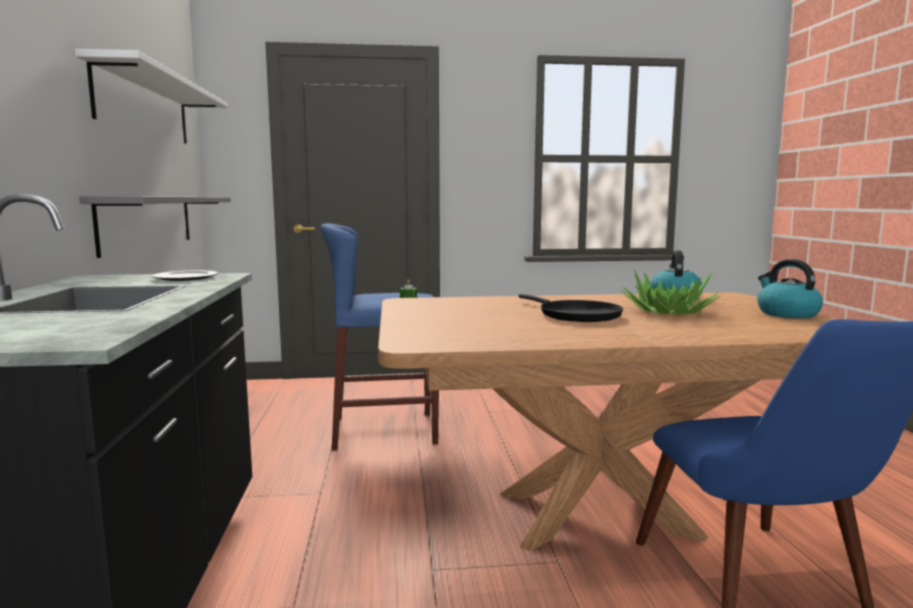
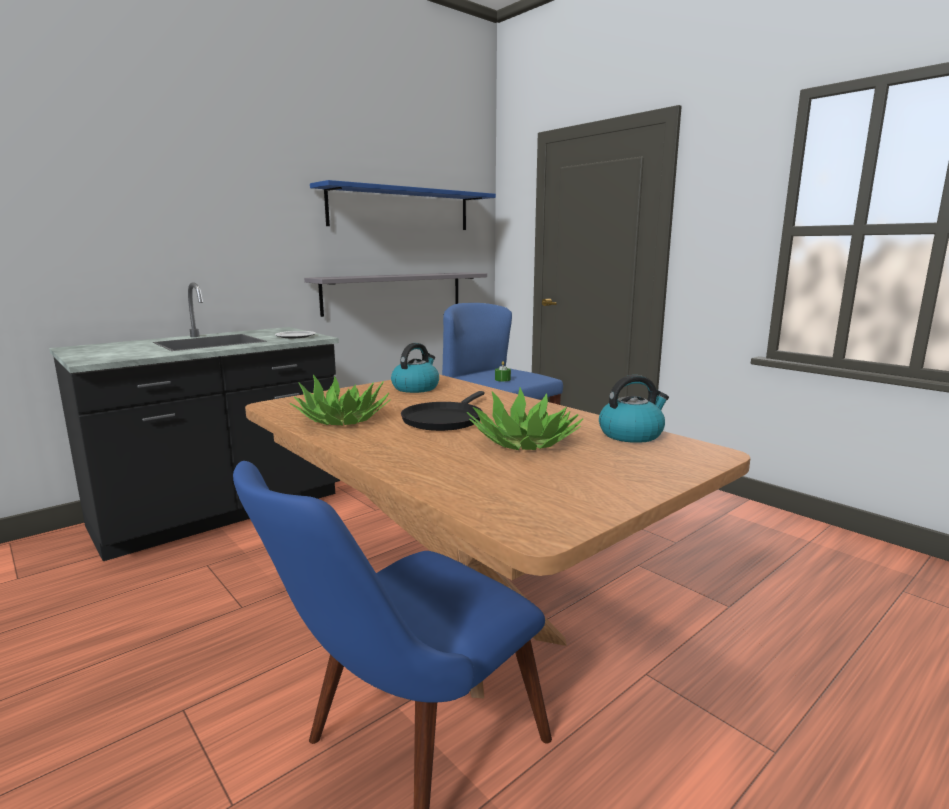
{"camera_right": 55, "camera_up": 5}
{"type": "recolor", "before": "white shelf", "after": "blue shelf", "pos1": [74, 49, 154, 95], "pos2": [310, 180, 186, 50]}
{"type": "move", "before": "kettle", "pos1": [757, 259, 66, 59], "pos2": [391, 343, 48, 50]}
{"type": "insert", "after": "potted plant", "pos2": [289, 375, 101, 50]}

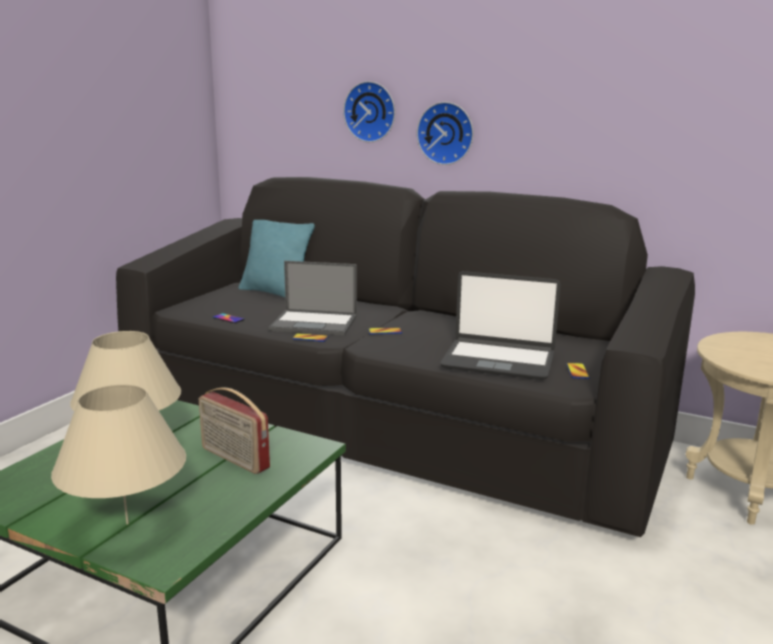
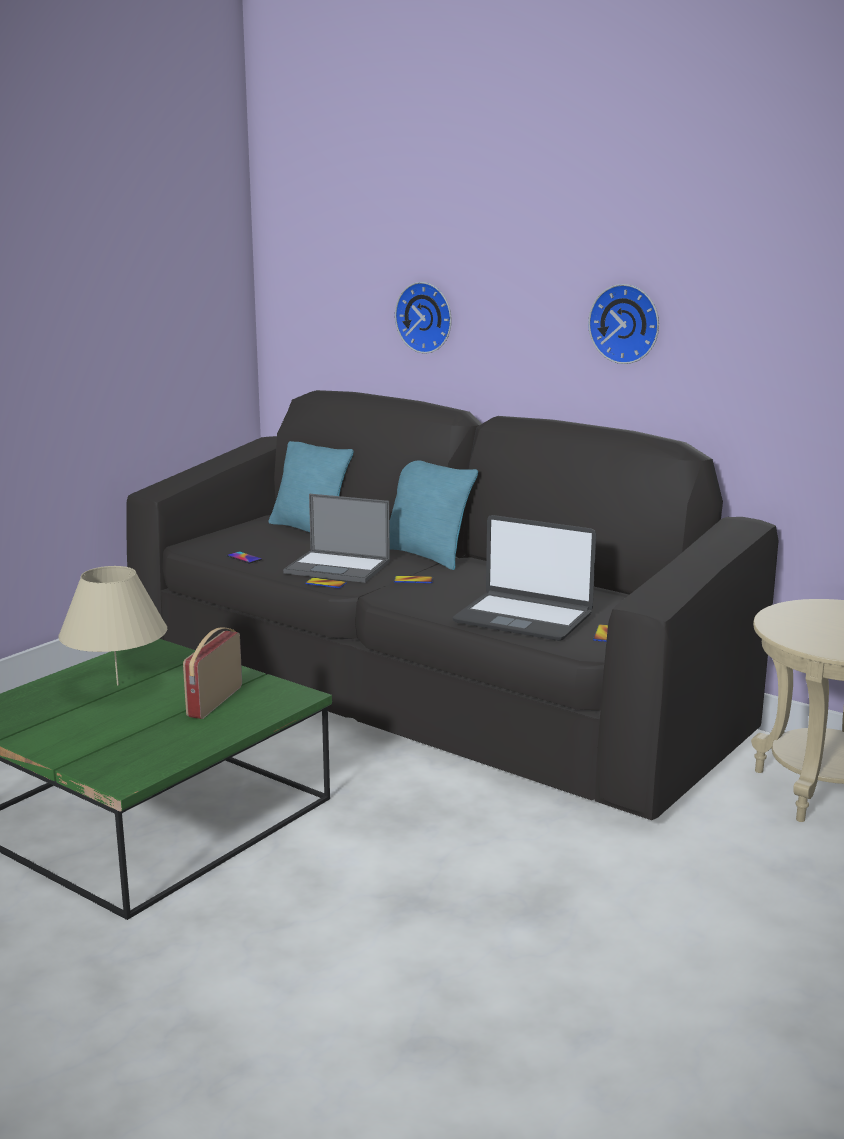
{"camera_right": 10, "camera_up": 0}
{"type": "delete", "before": "beige table lamp", "pos1": [51, 384, 135, 141]}
{"type": "rotate", "before": "radio", "pos1": [199, 387, 71, 87], "pos2": [183, 627, 59, 92], "turn": 60}
{"type": "move", "before": "wall clock", "pos1": [417, 102, 56, 63], "pos2": [588, 284, 71, 80]}
{"type": "insert", "after": "turquoise pillow", "pos2": [389, 461, 89, 109]}

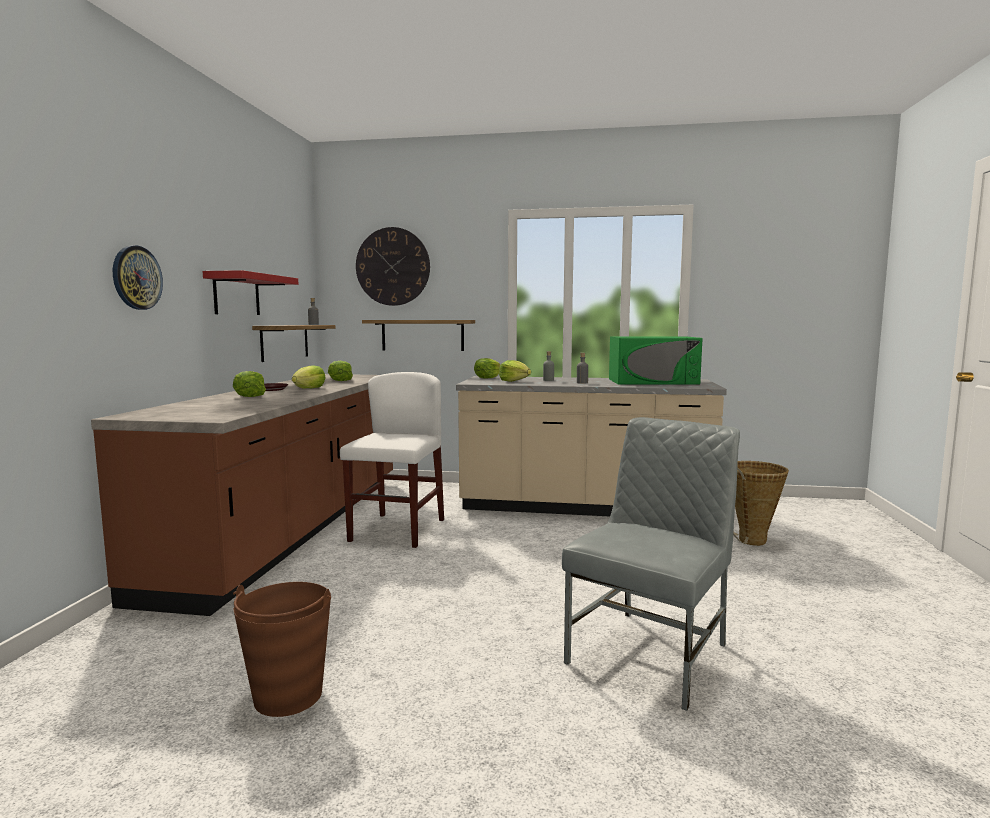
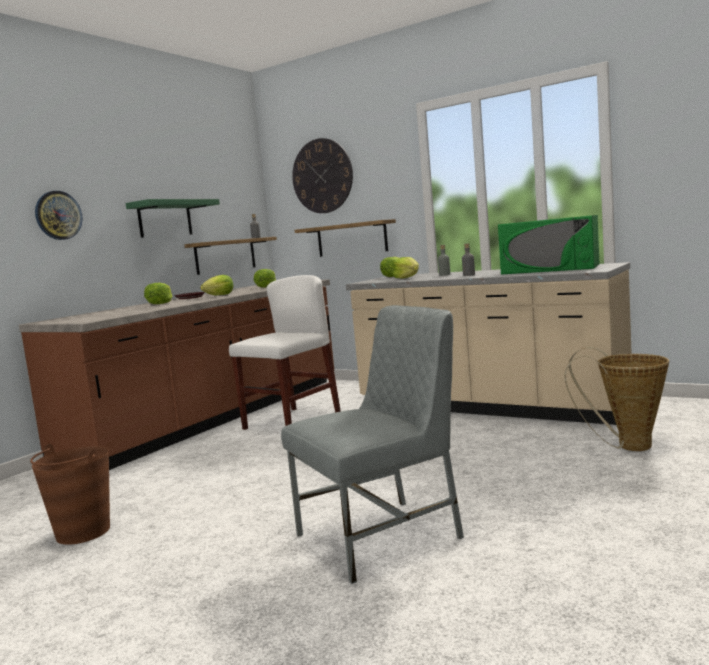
{"camera_right": 25, "camera_up": 0}
{"type": "recolor", "before": "red shelf", "after": "green shelf", "pos1": [203, 270, 95, 45], "pos2": [125, 199, 95, 39]}

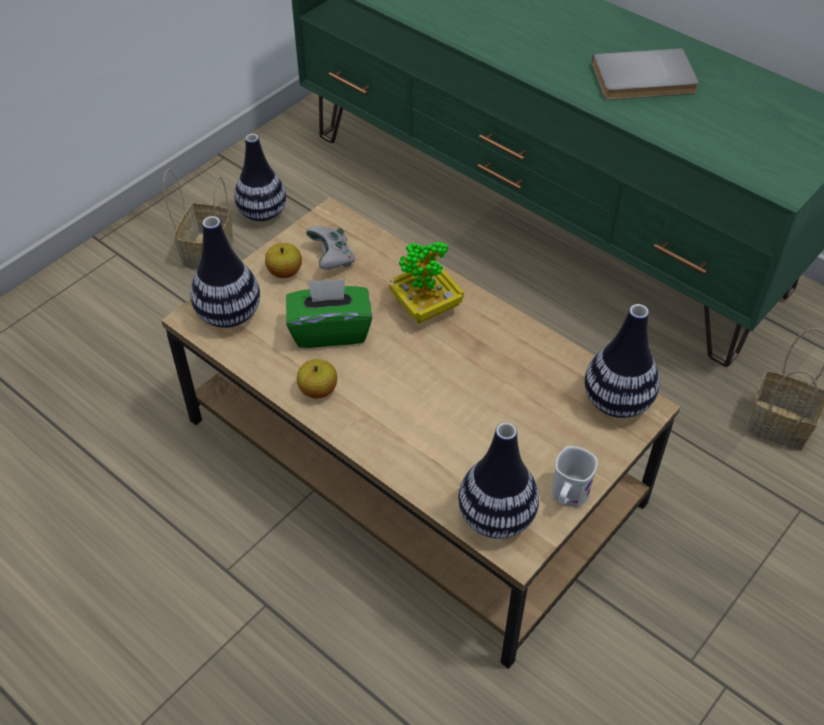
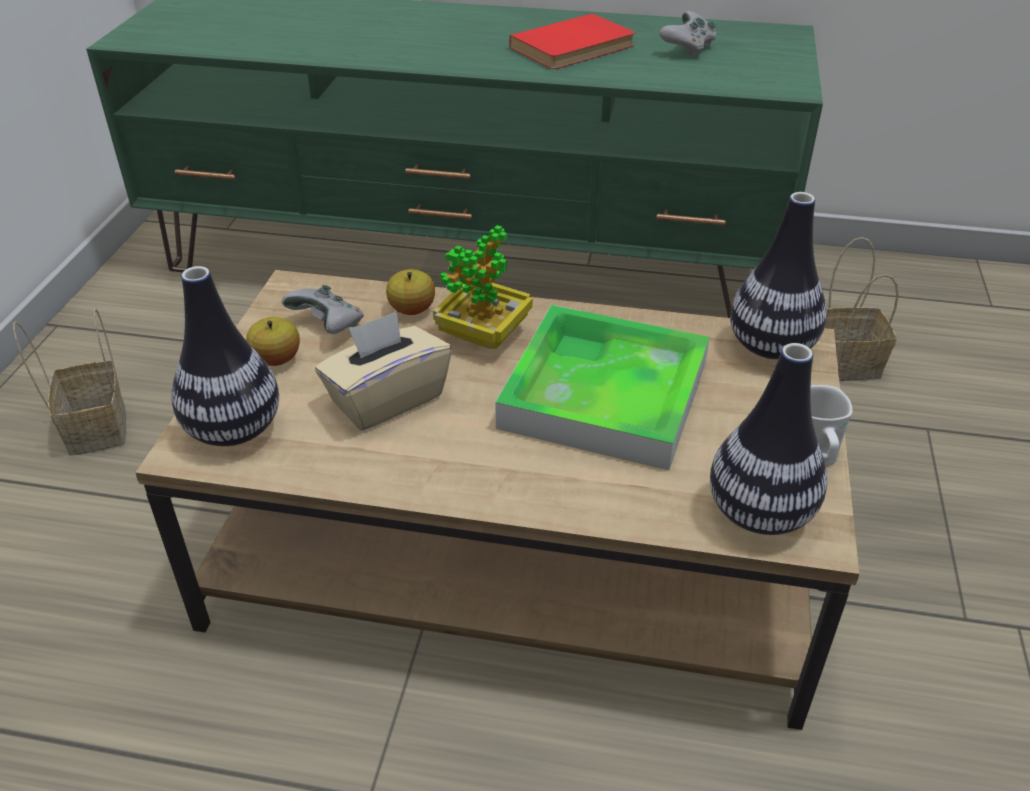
{"camera_right": -30, "camera_up": -10}
{"type": "delete", "before": "vase", "pos1": [234, 134, 52, 87]}
{"type": "recolor", "before": "green tissue box", "after": "beige tissue box", "pos1": [286, 279, 87, 69], "pos2": [315, 311, 137, 120]}
{"type": "move", "before": "apple", "pos1": [297, 359, 40, 40], "pos2": [386, 269, 49, 46]}
{"type": "recolor", "before": "grey book", "after": "red book", "pos1": [592, 48, 107, 52], "pos2": [509, 14, 126, 55]}
{"type": "insert", "after": "tray", "pos2": [495, 305, 215, 165]}
{"type": "insert", "after": "grey game controller", "pos2": [659, 11, 58, 46]}

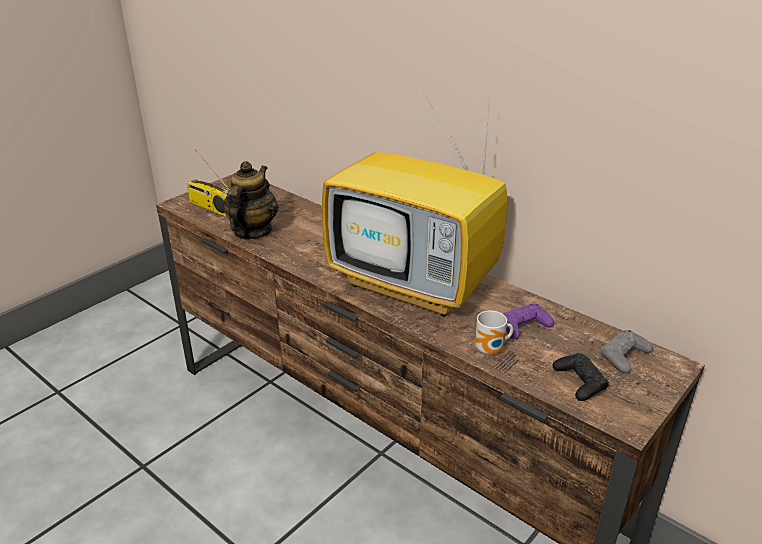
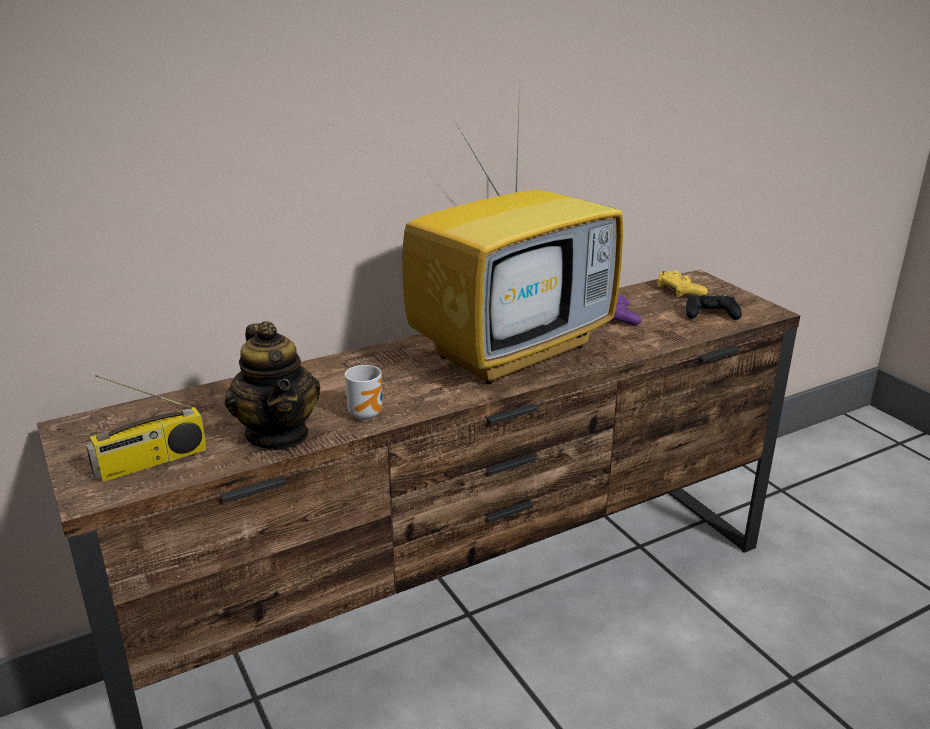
{"camera_right": -70, "camera_up": -5}
{"type": "rotate", "before": "teapot", "pos1": [223, 161, 56, 78], "pos2": [225, 321, 95, 129], "turn": -150}
{"type": "move", "before": "mug", "pos1": [475, 310, 38, 45], "pos2": [345, 365, 37, 55]}
{"type": "recolor", "before": "grey game controller", "after": "yellow game controller", "pos1": [601, 330, 52, 43], "pos2": [658, 270, 50, 28]}

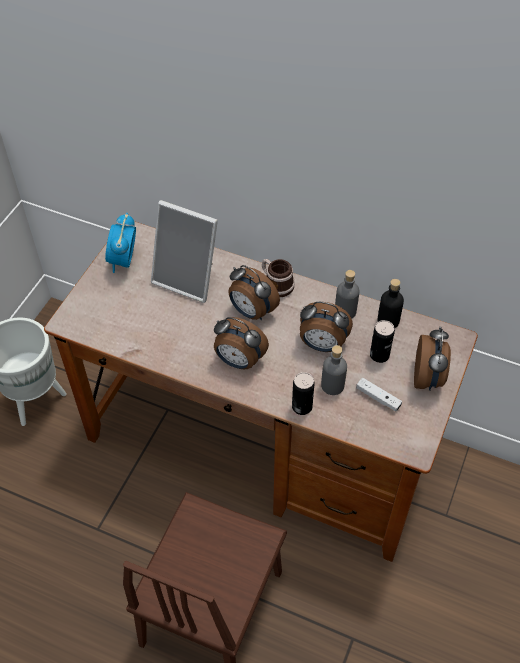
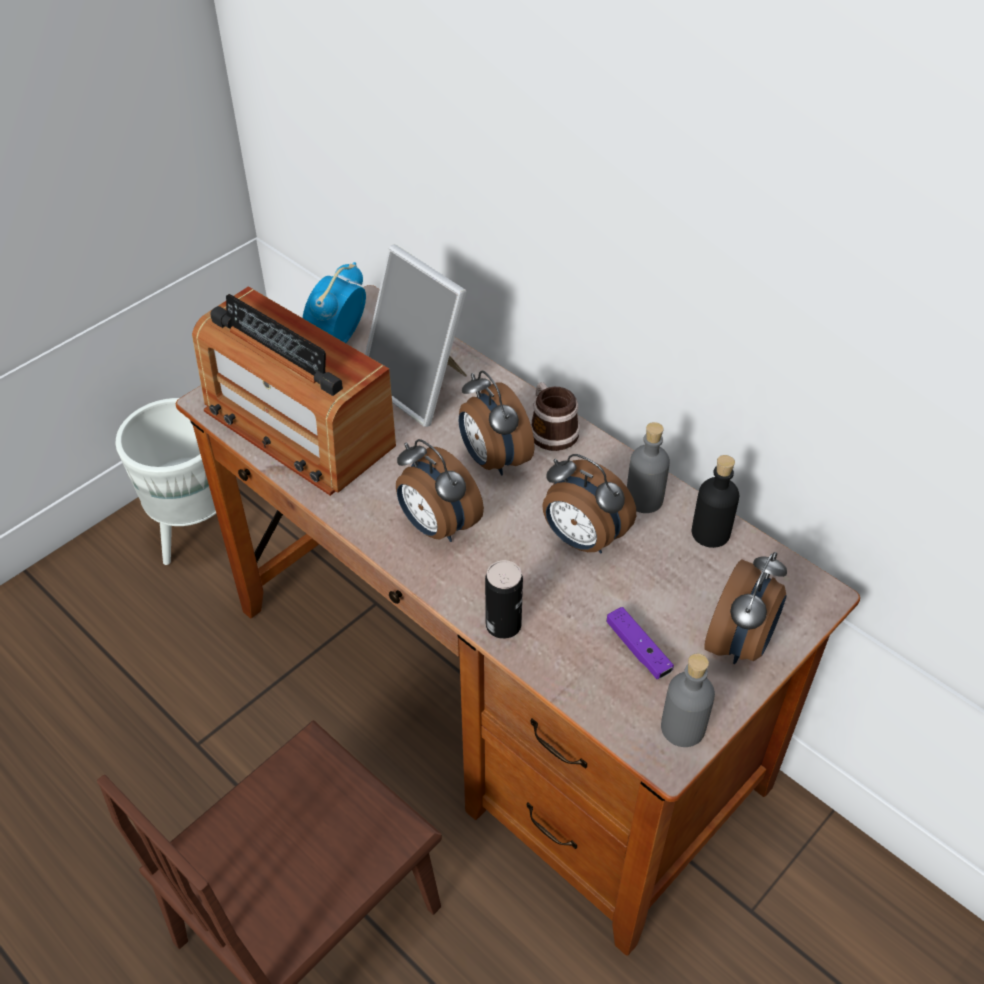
{"camera_right": 20, "camera_up": -5}
{"type": "move", "before": "grey bottle", "pos1": [321, 345, 26, 50], "pos2": [661, 654, 54, 93]}
{"type": "recolor", "before": "white game controller", "after": "purple game controller", "pos1": [356, 378, 46, 34], "pos2": [607, 607, 67, 72]}
{"type": "delete", "before": "can", "pos1": [370, 320, 25, 43]}
{"type": "insert", "after": "radio", "pos2": [192, 286, 204, 210]}

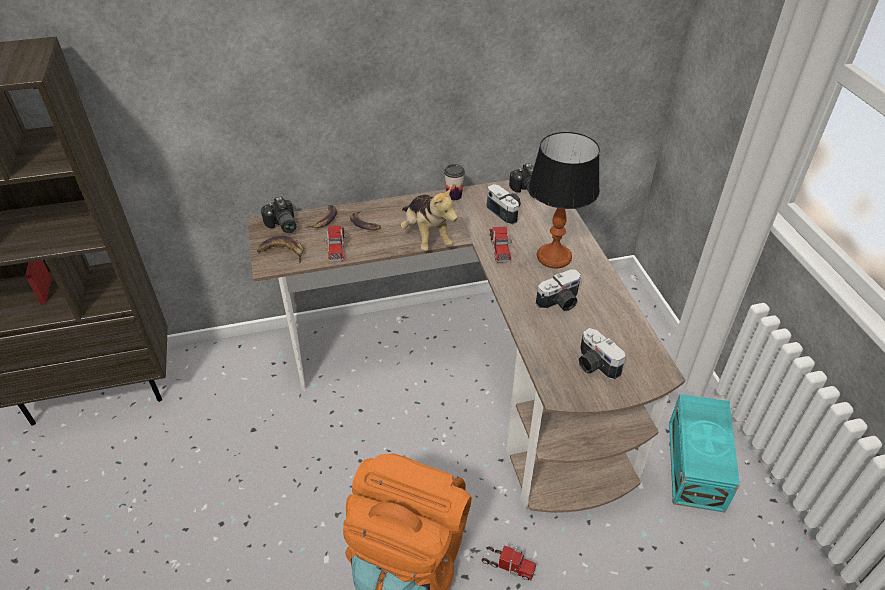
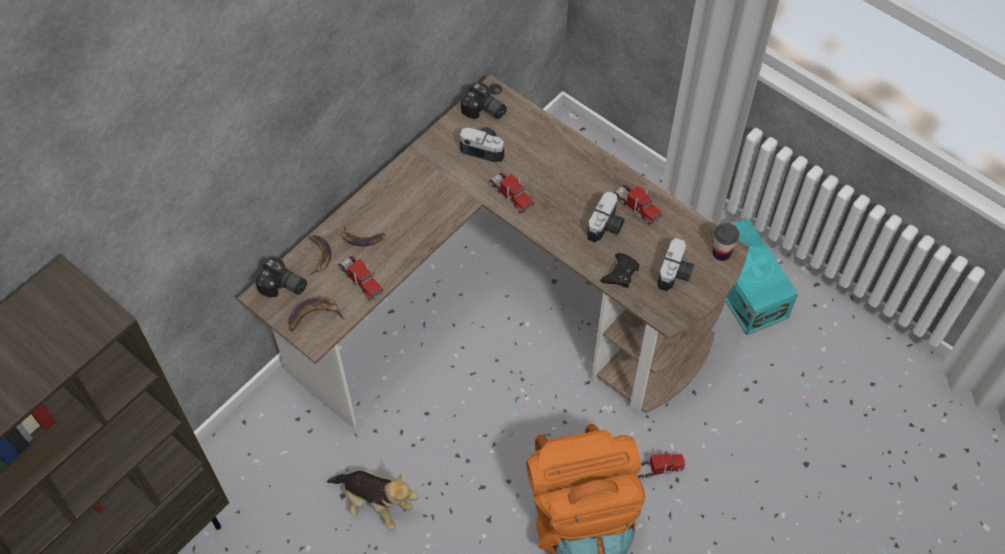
{"camera_right": -35, "camera_up": 15}
{"type": "move", "before": "plush toy", "pos1": [400, 187, 57, 64], "pos2": [327, 470, 92, 60]}
{"type": "move", "before": "cup", "pos1": [444, 164, 21, 36], "pos2": [712, 223, 28, 38]}
{"type": "delete", "before": "table lamp", "pos1": [529, 132, 71, 136]}
{"type": "rotate", "before": "photo camera", "pos1": [579, 328, 46, 52], "pos2": [657, 238, 37, 54], "turn": -90}
{"type": "insert", "after": "black game controller", "pos2": [600, 253, 39, 35]}
{"type": "insert", "after": "toy truck", "pos2": [614, 185, 47, 41]}

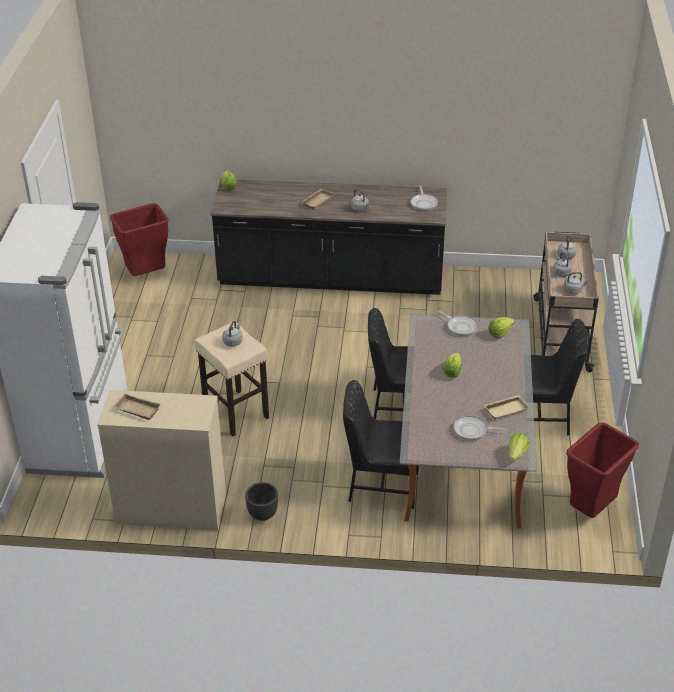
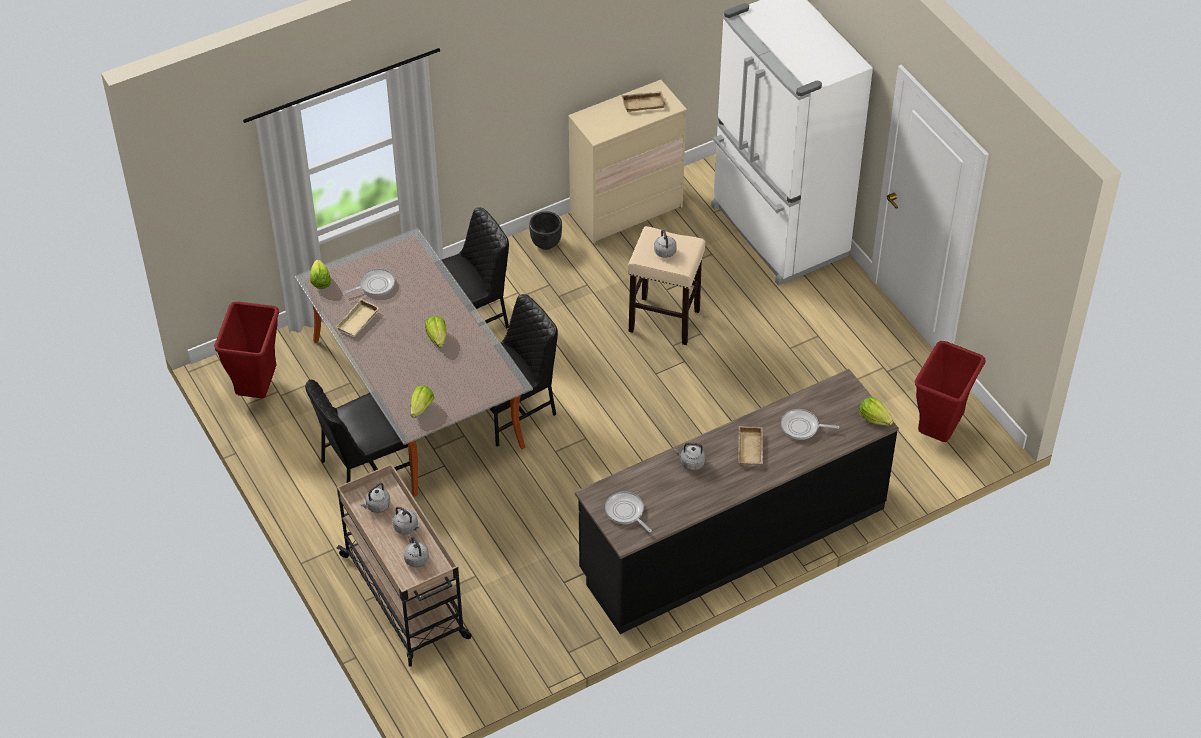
{"camera_right": 145, "camera_up": 10}
{"type": "move", "before": "frying pan", "pos1": [438, 311, 40, 25], "pos2": [781, 409, 59, 31]}

